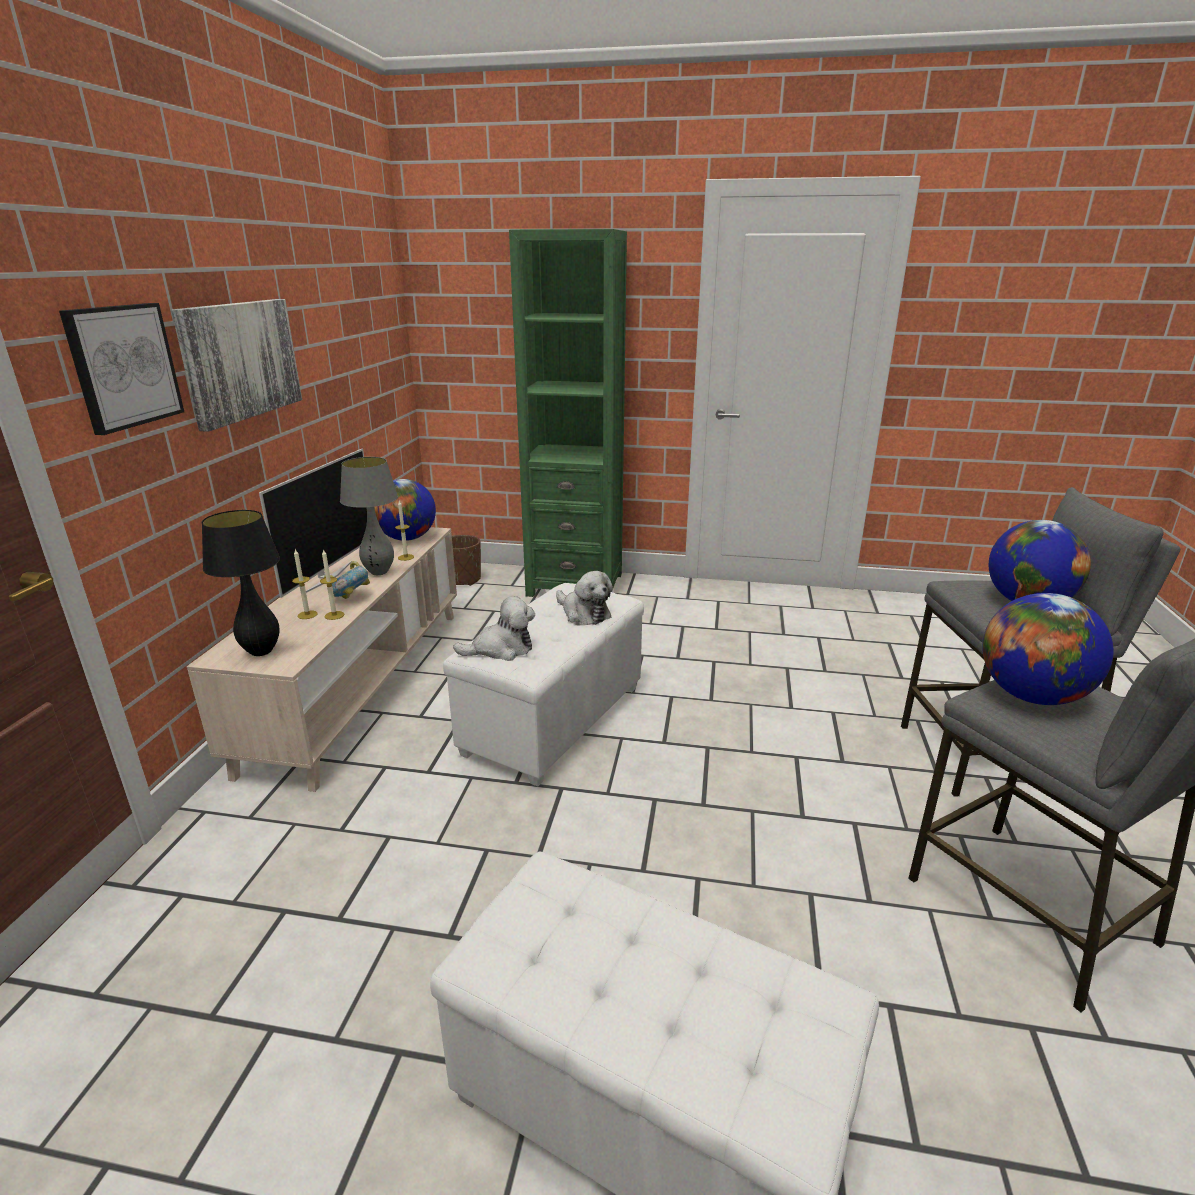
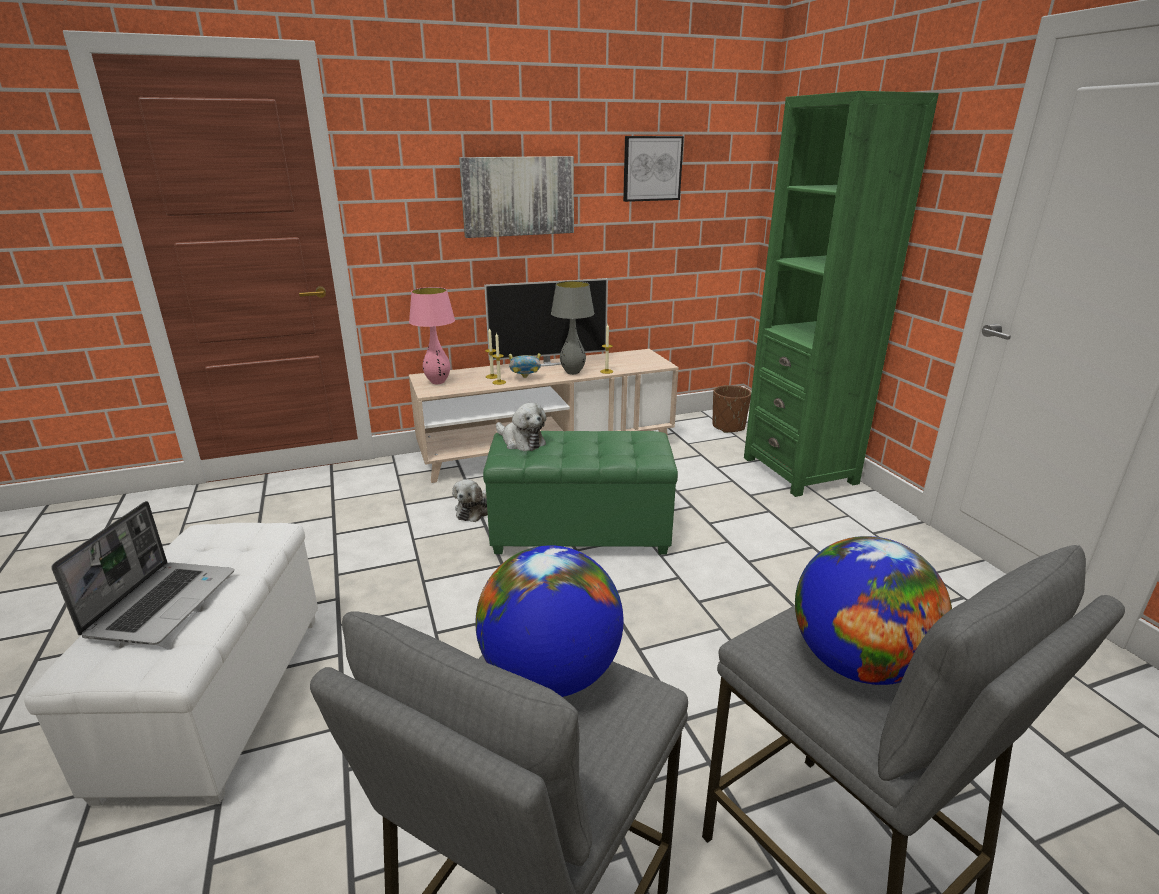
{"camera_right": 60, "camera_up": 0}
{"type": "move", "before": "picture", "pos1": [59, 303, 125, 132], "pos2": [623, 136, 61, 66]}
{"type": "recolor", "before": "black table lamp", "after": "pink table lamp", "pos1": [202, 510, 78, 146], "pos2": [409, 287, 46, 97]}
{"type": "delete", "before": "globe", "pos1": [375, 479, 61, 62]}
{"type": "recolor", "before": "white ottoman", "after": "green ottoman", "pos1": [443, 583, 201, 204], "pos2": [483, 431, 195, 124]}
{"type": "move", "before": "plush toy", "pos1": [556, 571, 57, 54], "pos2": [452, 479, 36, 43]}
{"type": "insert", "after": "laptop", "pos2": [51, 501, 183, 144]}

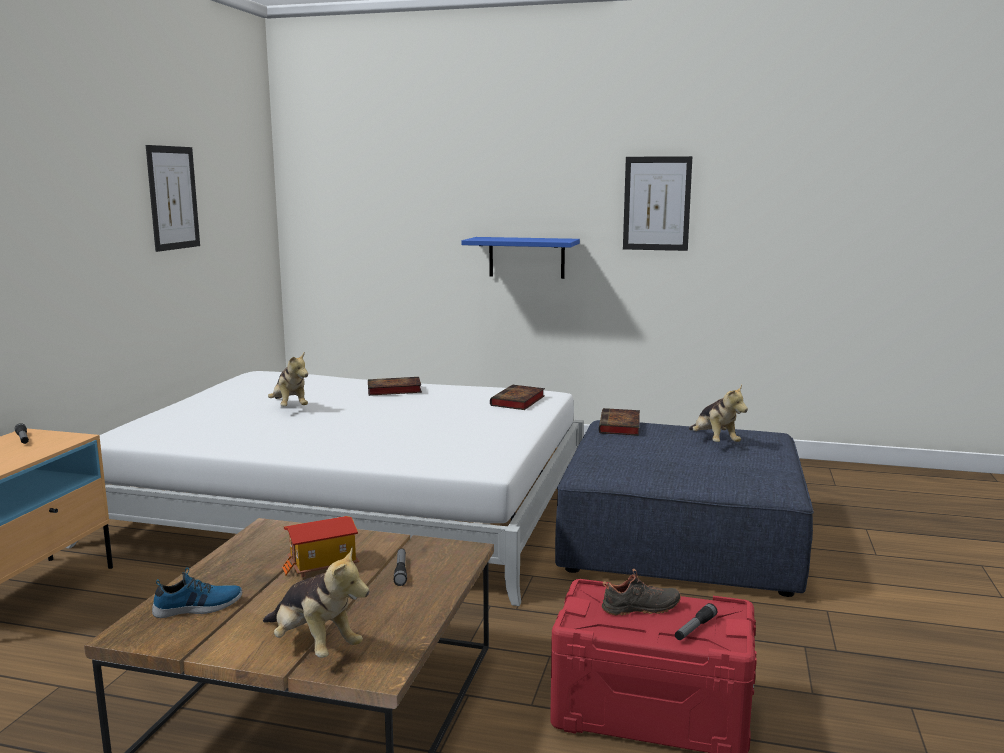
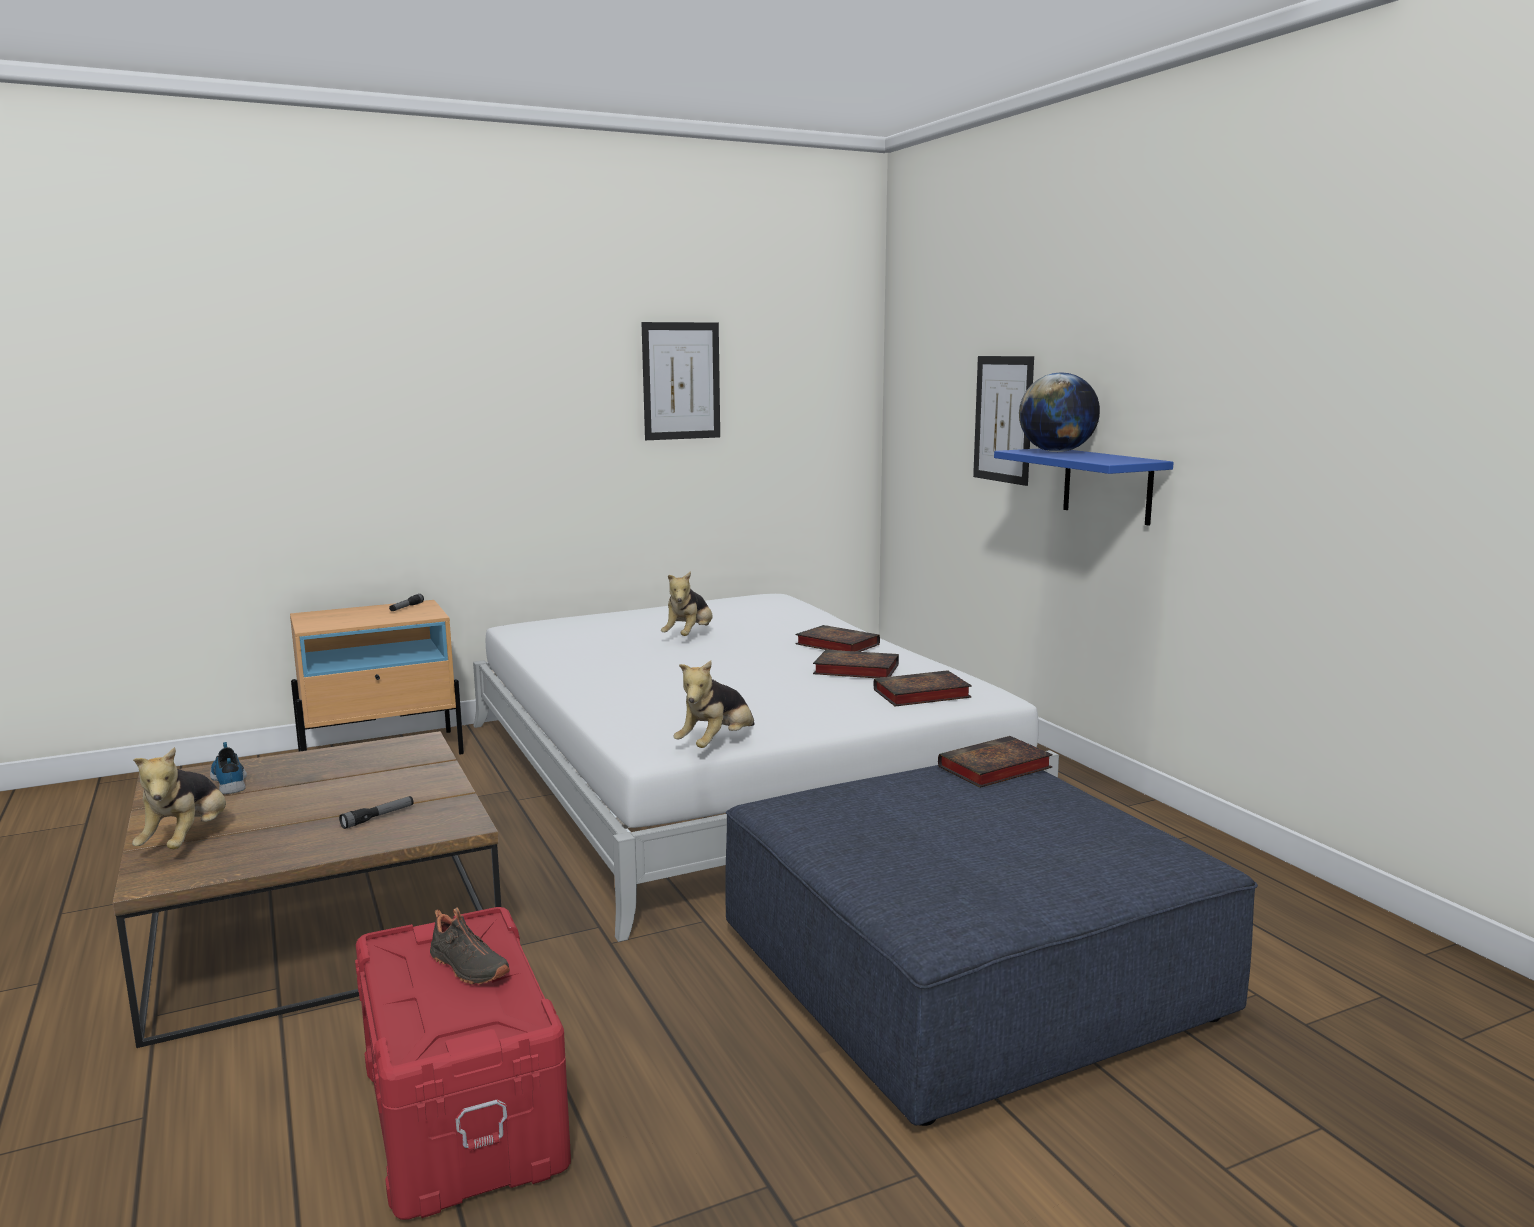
{"camera_right": 50, "camera_up": 0}
{"type": "rotate", "before": "shoe", "pos1": [152, 567, 90, 51], "pos2": [210, 742, 37, 52], "turn": -150}
{"type": "delete", "before": "toy house", "pos1": [282, 516, 77, 62]}
{"type": "move", "before": "picture", "pos1": [623, 156, 69, 95], "pos2": [973, 356, 61, 130]}
{"type": "delete", "before": "flashlight", "pos1": [675, 603, 42, 37]}
{"type": "move", "before": "plush toy", "pos1": [689, 385, 59, 57], "pos2": [673, 661, 81, 87]}
{"type": "insert", "after": "book", "pos2": [813, 650, 86, 28]}
{"type": "insert", "after": "globe", "pos2": [1019, 372, 81, 80]}

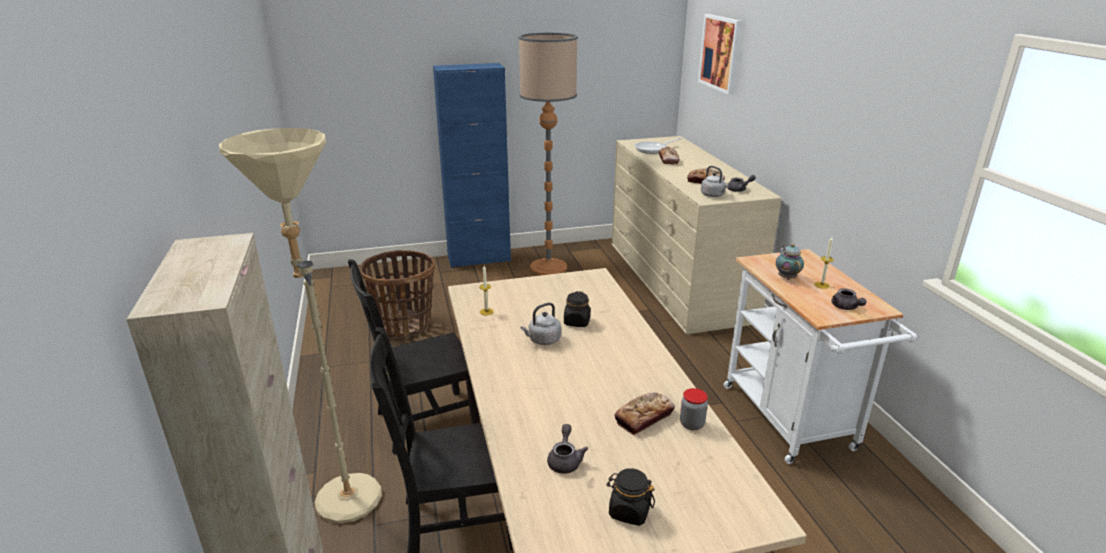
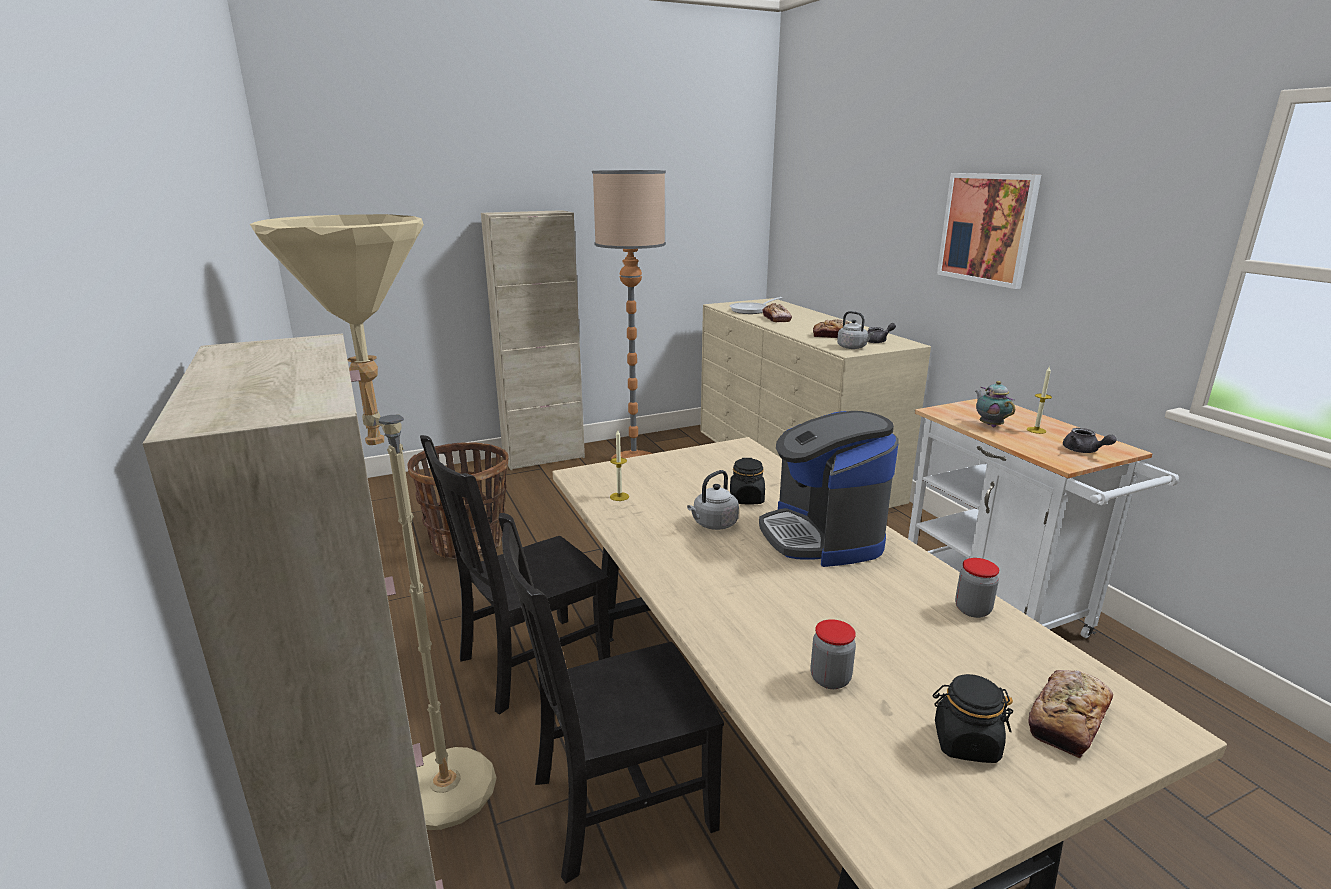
{"camera_right": -10, "camera_up": -5}
{"type": "recolor", "before": "blue cabinet", "after": "beige cabinet", "pos1": [433, 63, 78, 205], "pos2": [481, 210, 104, 260]}
{"type": "replace", "before": "grey teapot", "after": "jar", "pos1": [547, 424, 41, 50], "pos2": [810, 619, 46, 70]}
{"type": "move", "before": "bread", "pos1": [614, 392, 61, 43], "pos2": [1029, 670, 84, 88]}
{"type": "move", "before": "picture", "pos1": [698, 14, 44, 81], "pos2": [937, 173, 104, 116]}
{"type": "insert", "after": "coffee machine", "pos2": [759, 411, 140, 156]}

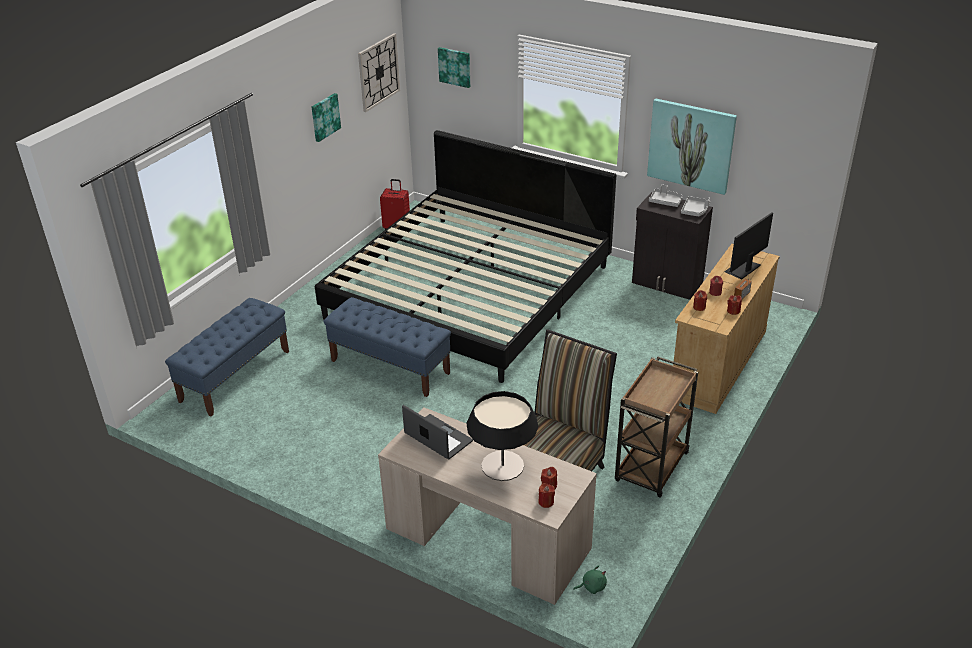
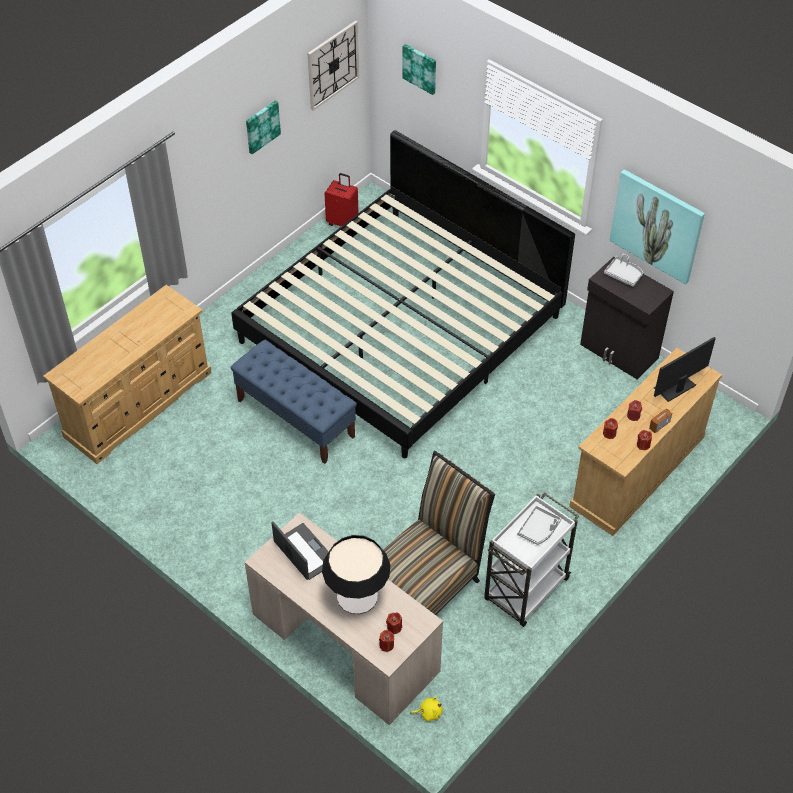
{"camera_right": 10, "camera_up": 15}
{"type": "replace", "before": "blue bench", "after": "beige dresser", "pos1": [165, 298, 124, 118], "pos2": [43, 285, 168, 179]}
{"type": "recolor", "before": "green plush toy", "after": "yellow plush toy", "pos1": [573, 565, 34, 29], "pos2": [410, 697, 33, 25]}
{"type": "recolor", "before": "brown cart", "after": "white cart", "pos1": [615, 357, 83, 141], "pos2": [484, 492, 95, 135]}
{"type": "move", "before": "grey tray", "pos1": [681, 196, 29, 20], "pos2": [517, 506, 44, 39]}

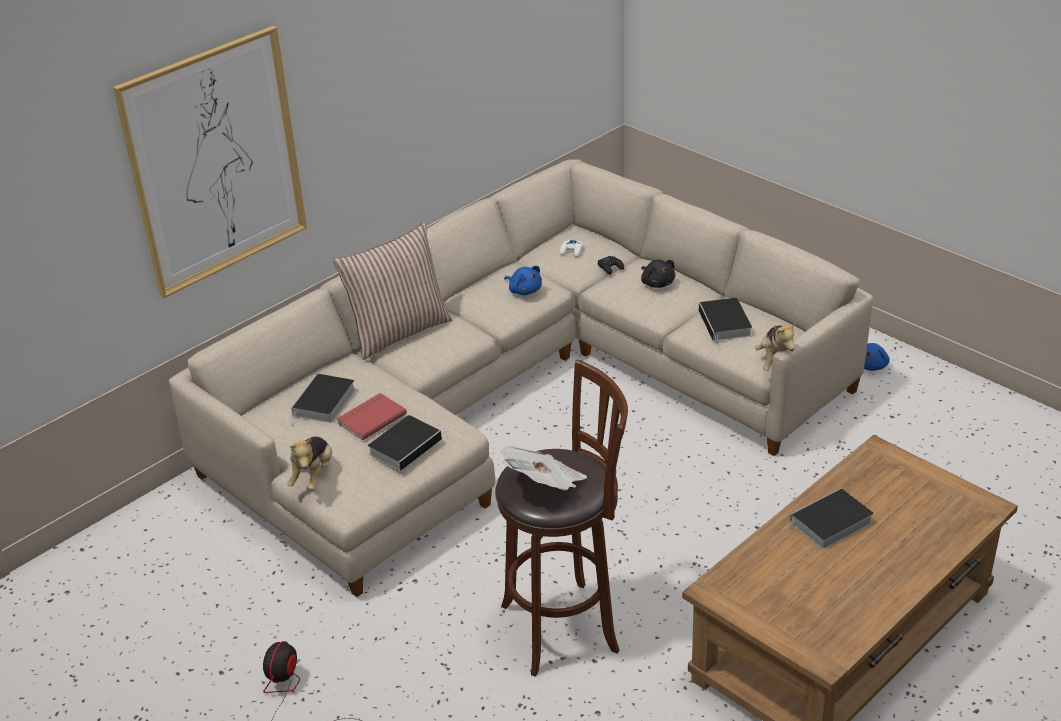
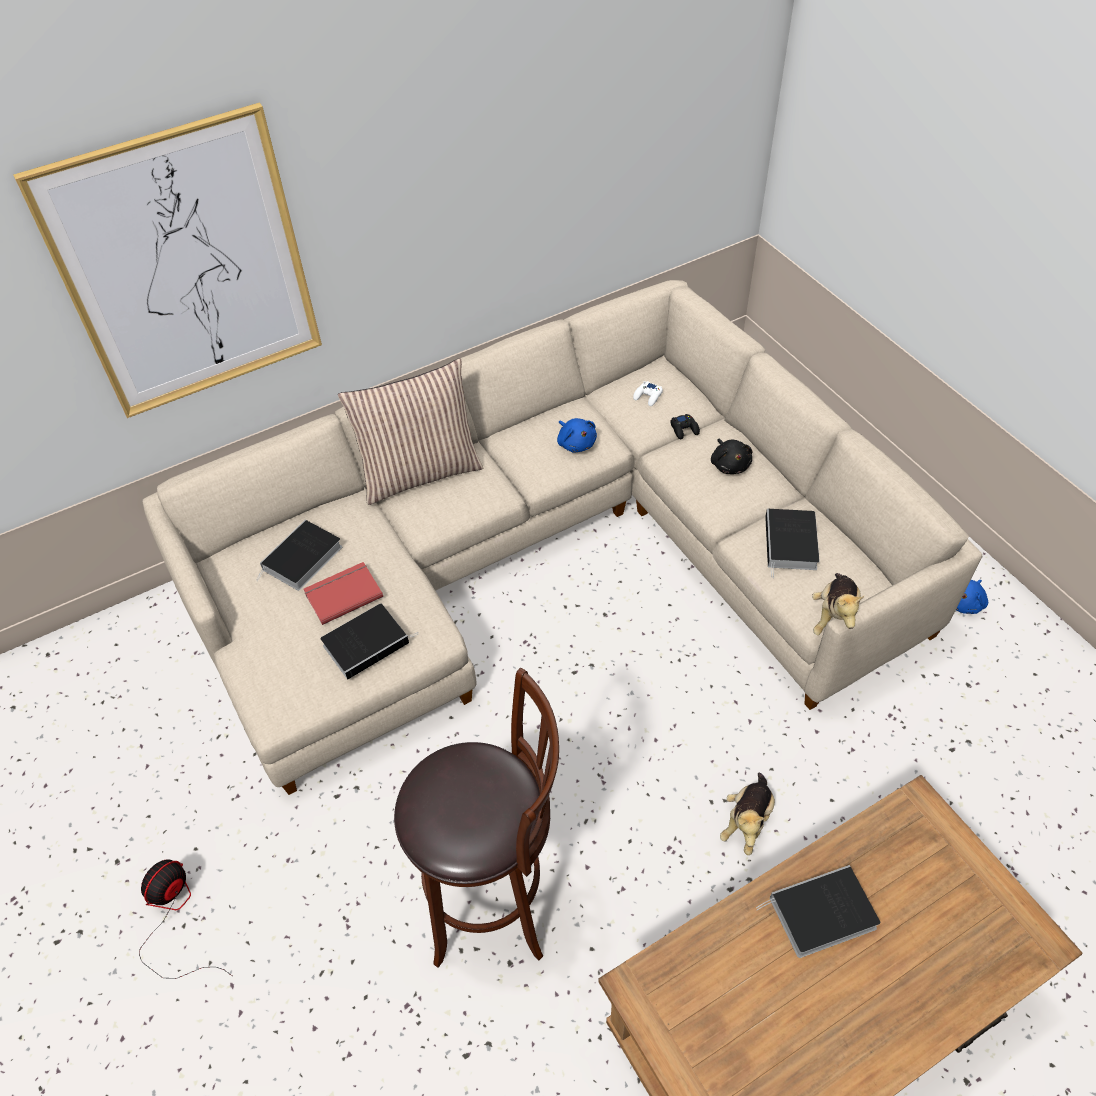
{"camera_right": 15, "camera_up": 15}
{"type": "move", "before": "plush toy", "pos1": [287, 436, 46, 55], "pos2": [720, 773, 55, 82]}
{"type": "delete", "before": "newspaper", "pos1": [500, 446, 87, 44]}

